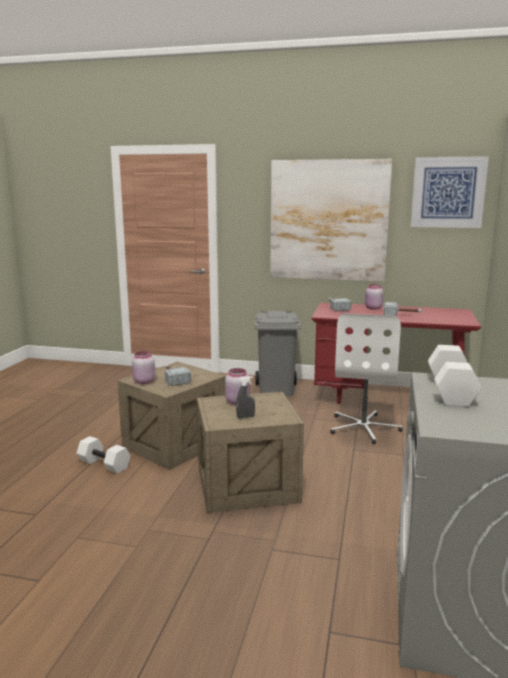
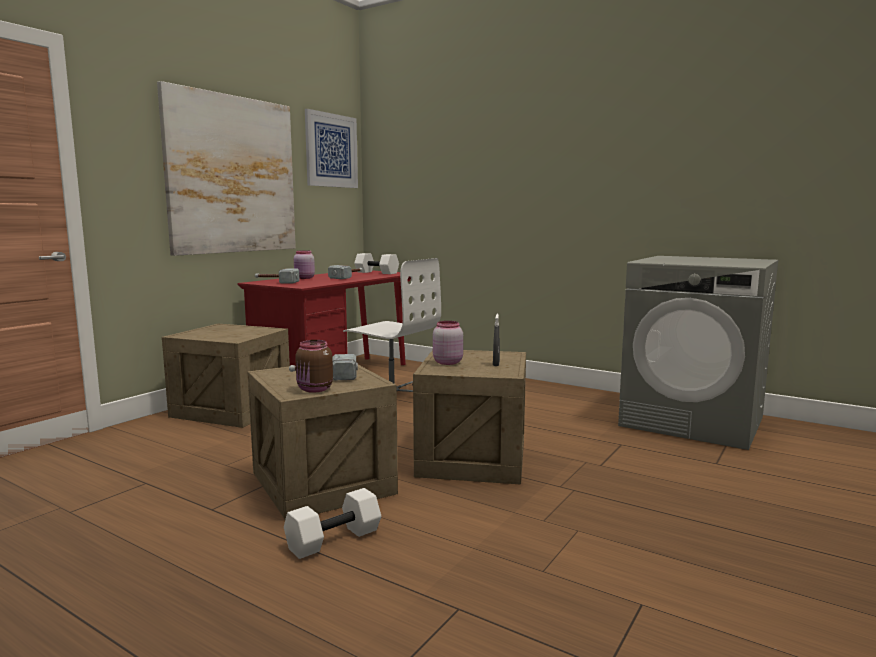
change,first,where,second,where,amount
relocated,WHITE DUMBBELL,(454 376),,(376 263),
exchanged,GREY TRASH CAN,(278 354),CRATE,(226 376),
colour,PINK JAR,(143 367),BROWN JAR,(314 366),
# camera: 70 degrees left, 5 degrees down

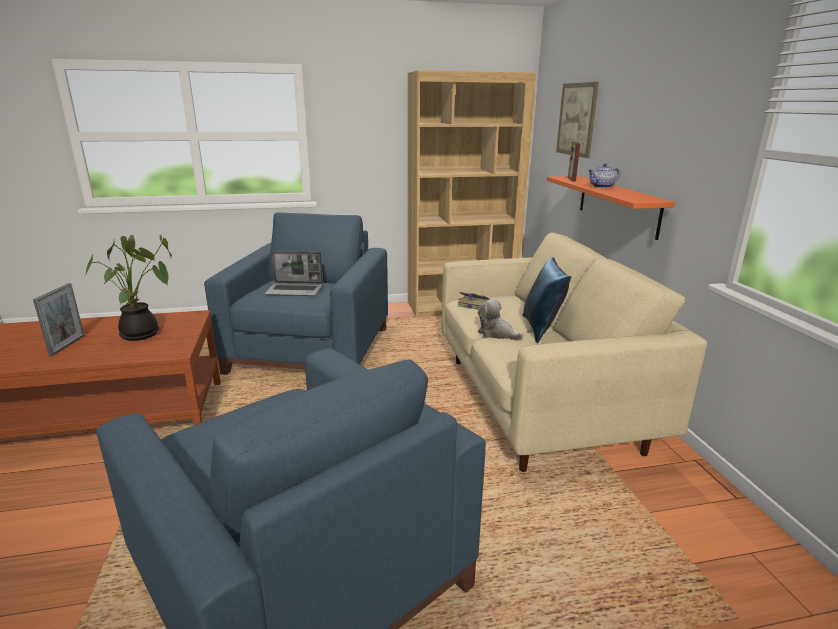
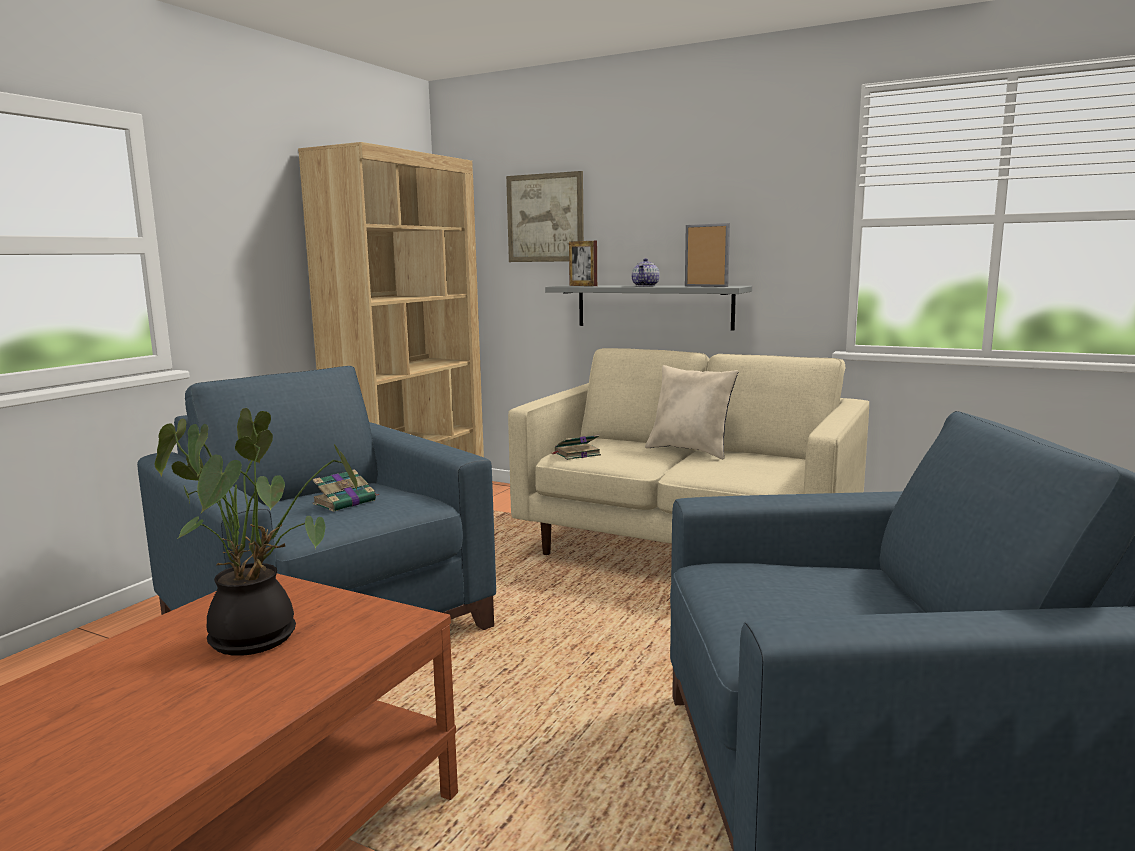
change,first,where,second,where,amount
missing,PLUSH TOY,(500 319),,,
relocated,PICTURE FRAME,(59 319),,(707 255),
exchanged,LAPTOP,(293 273),BOOK,(346 490),
colour,BLUE PILLOW,(547 300),BEIGE PILLOW,(691 412),
colour,ORANGE SHELF,(611 208),GREY SHELF,(648 307),
# camera: 50 degrees left, 10 degrees down

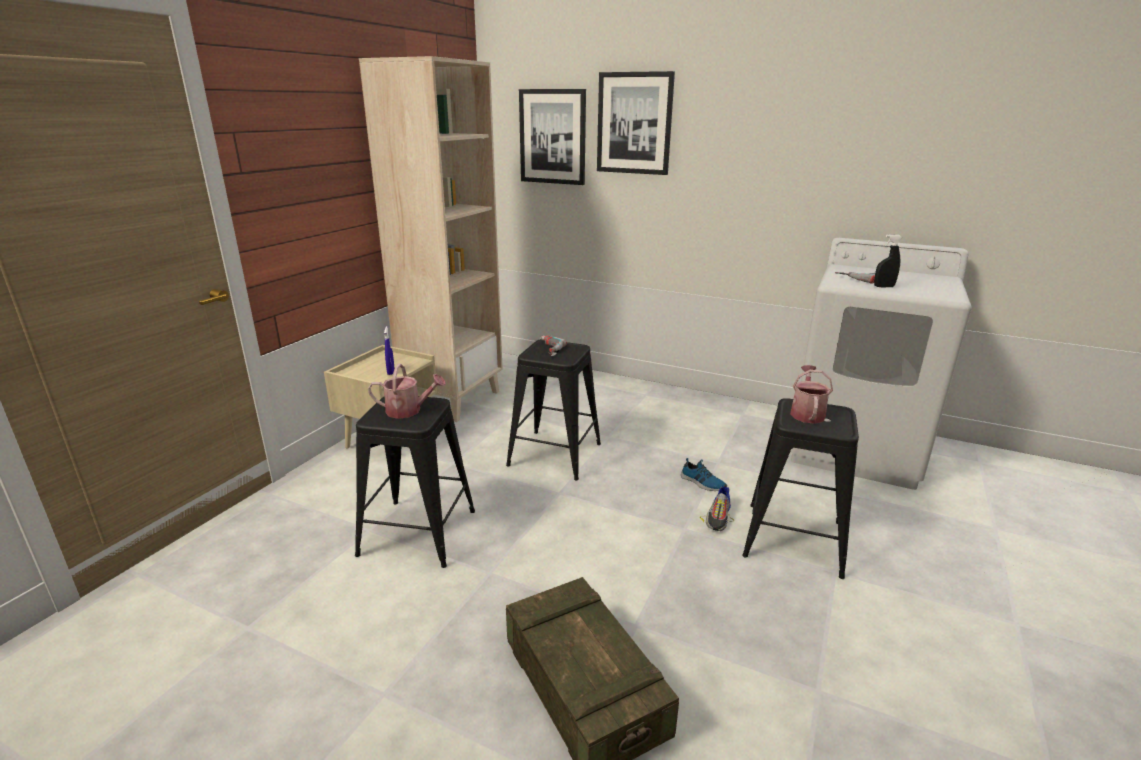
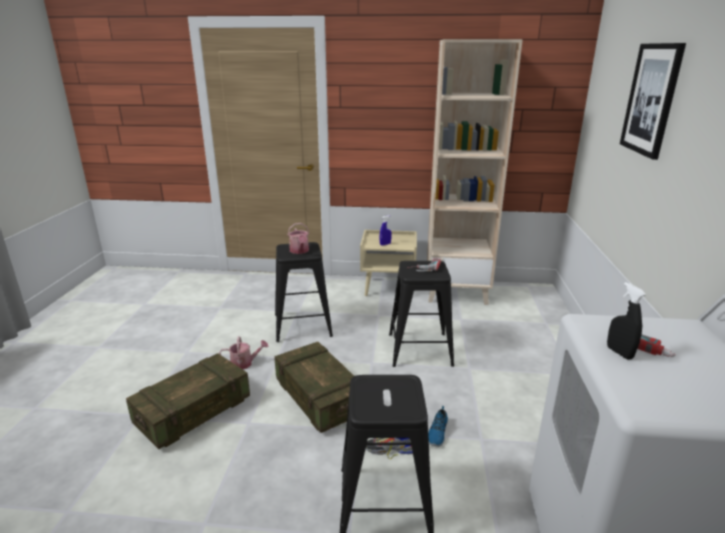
change,first,where,second,where,amount
missing,PICTURE,(552 137),,,
appeared,,,CRATE,(314 387),
relocated,WATERING CAN,(811 394),,(244 352),
# camera: 70 degrees right, 0 degrees up

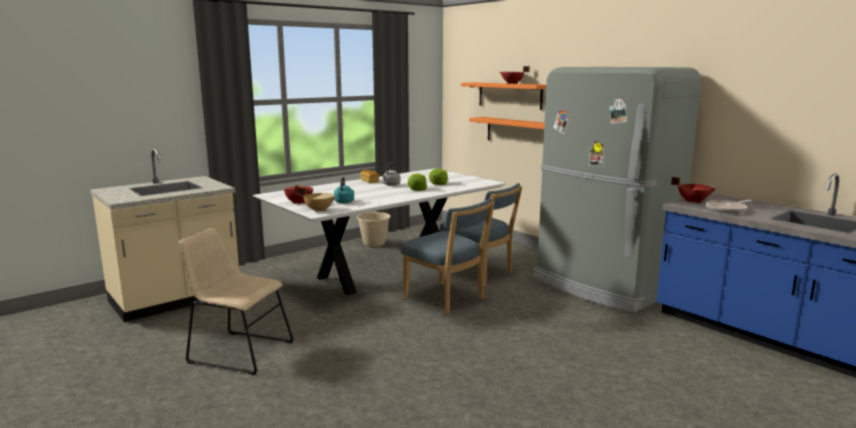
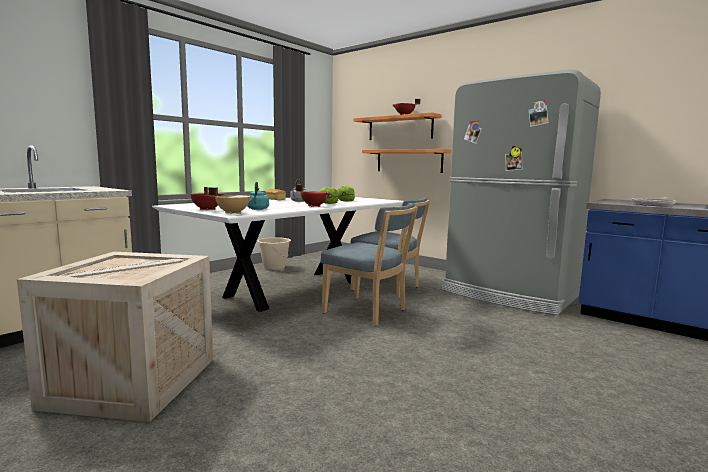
change,first,where,second,where,amount
relocated,RED COOKING POT,(693 190),,(313 196),
exchanged,BEIGE CHAIR,(236 301),CRATE,(115 337),
# camera: 10 degrees left, 5 degrees down

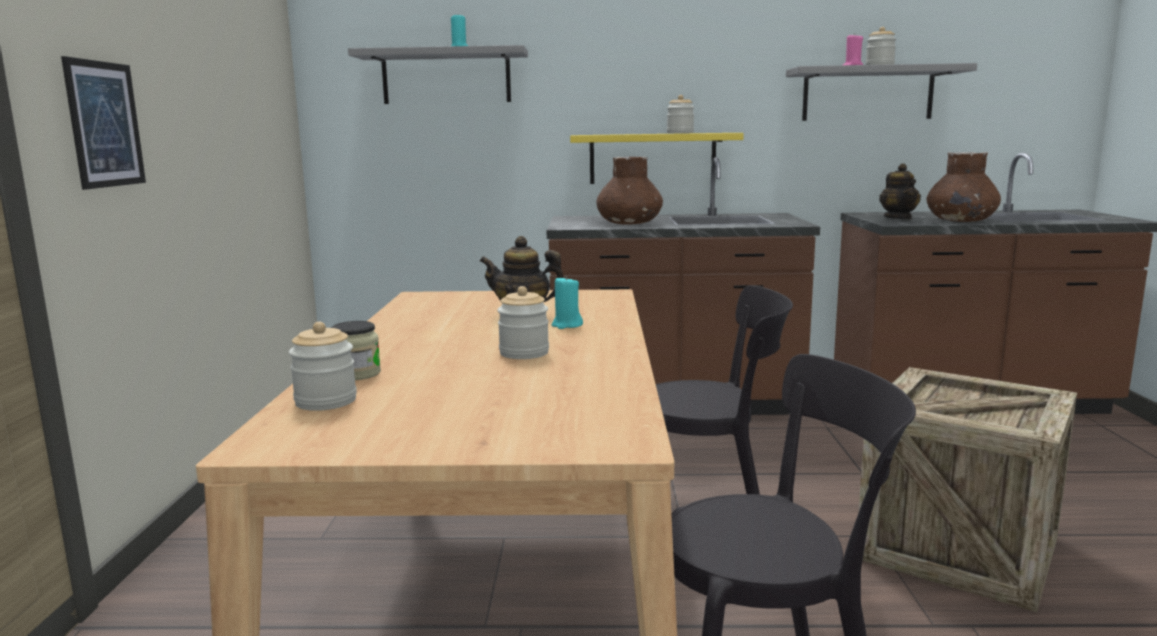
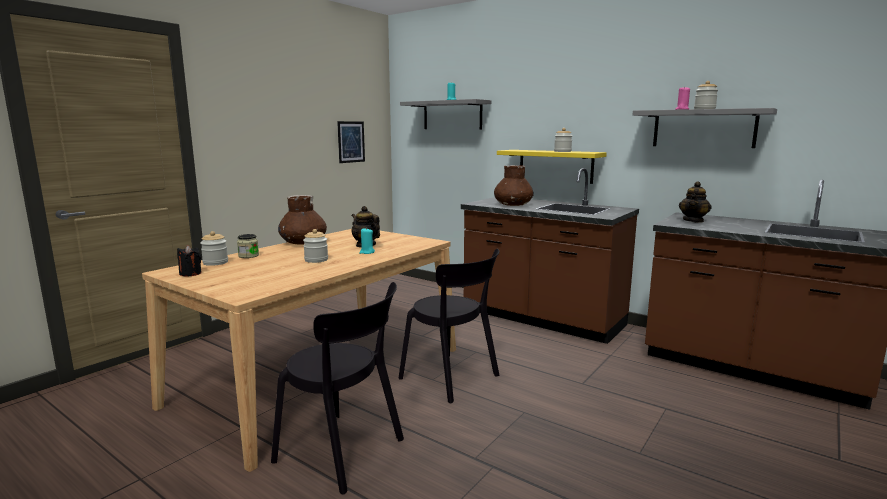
change,first,where,second,where,amount
missing,CRATE,(967 489),,,
appeared,,,BLACK CANDLE,(189 260),
relocated,PICTURE,(103 123),,(351 142),
relocated,BROWN VASE,(964 187),,(302 220),
# camera: 35 degrees right, 0 degrees up

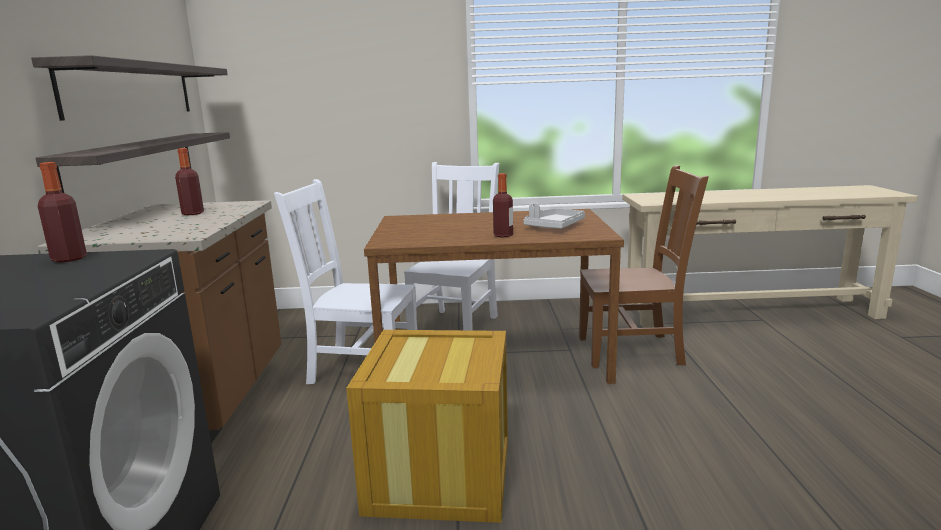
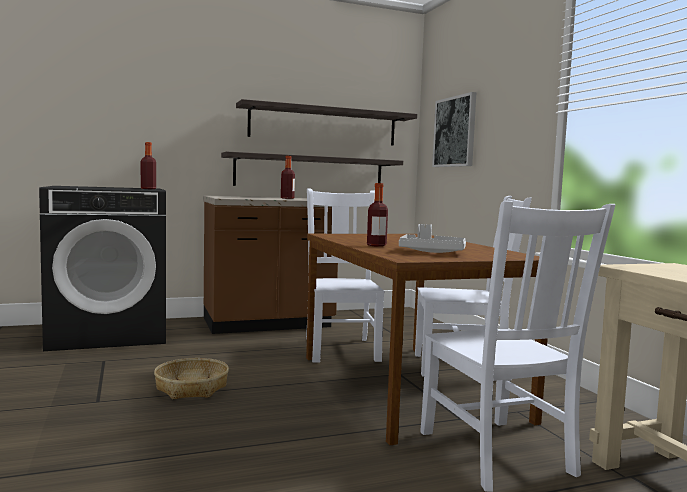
change,first,where,second,where,amount
appeared,,,PICTURE,(454 129),
exchanged,CRATE,(427 426),BASKET,(191 378),
colour,BROWN CHAIR,(644 266),WHITE CHAIR,(517 346),
# camera: 70 degrees right, 10 degrees down

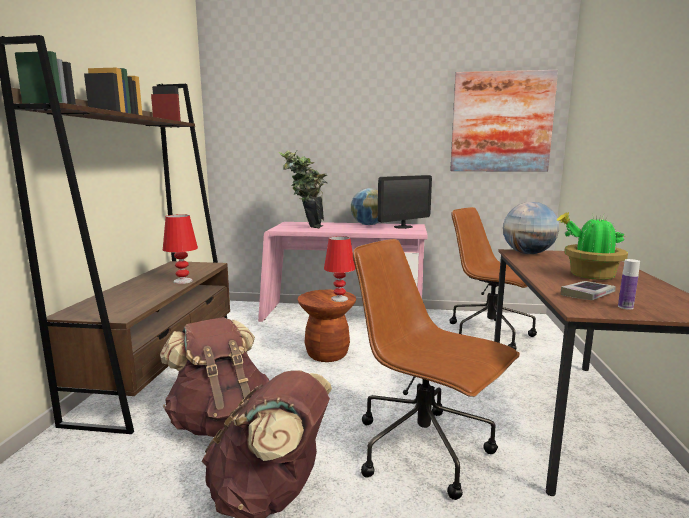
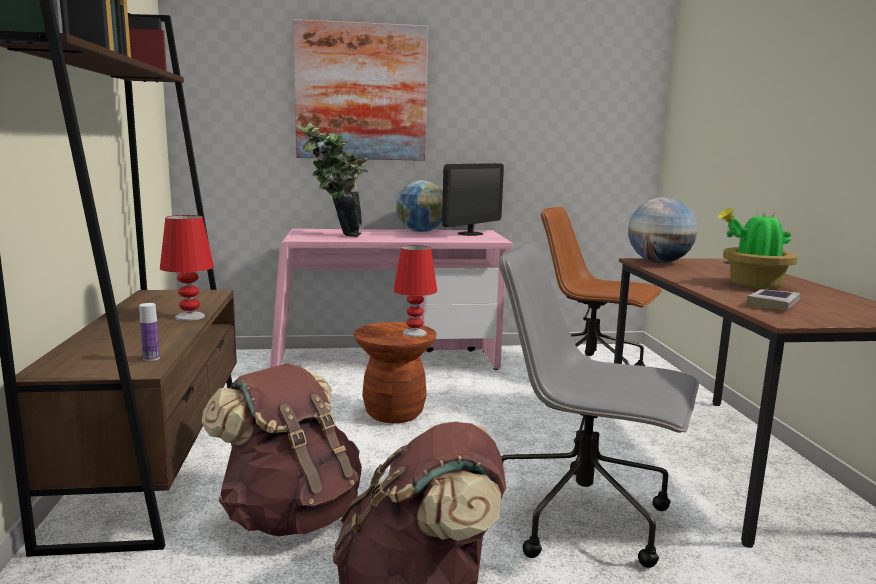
change,first,where,second,where,amount
relocated,PICTURE,(504 121),,(360 90),
relocated,BOTTLE,(629 284),,(149 332),
colour,BROWN OFFICE CHAIR,(436 369),GREY OFFICE CHAIR,(599 406),
# camera: 15 degrees left, 0 degrees up

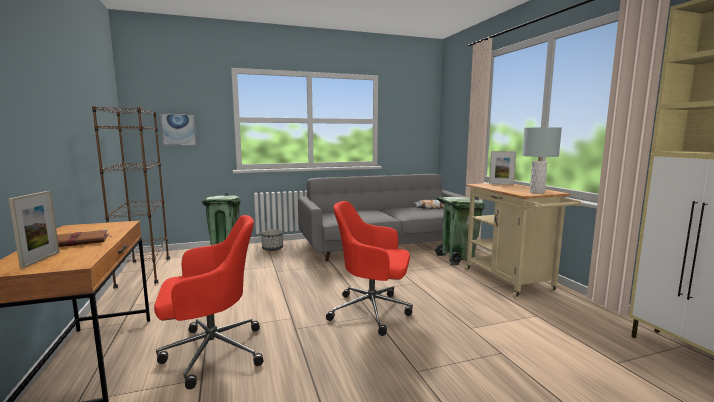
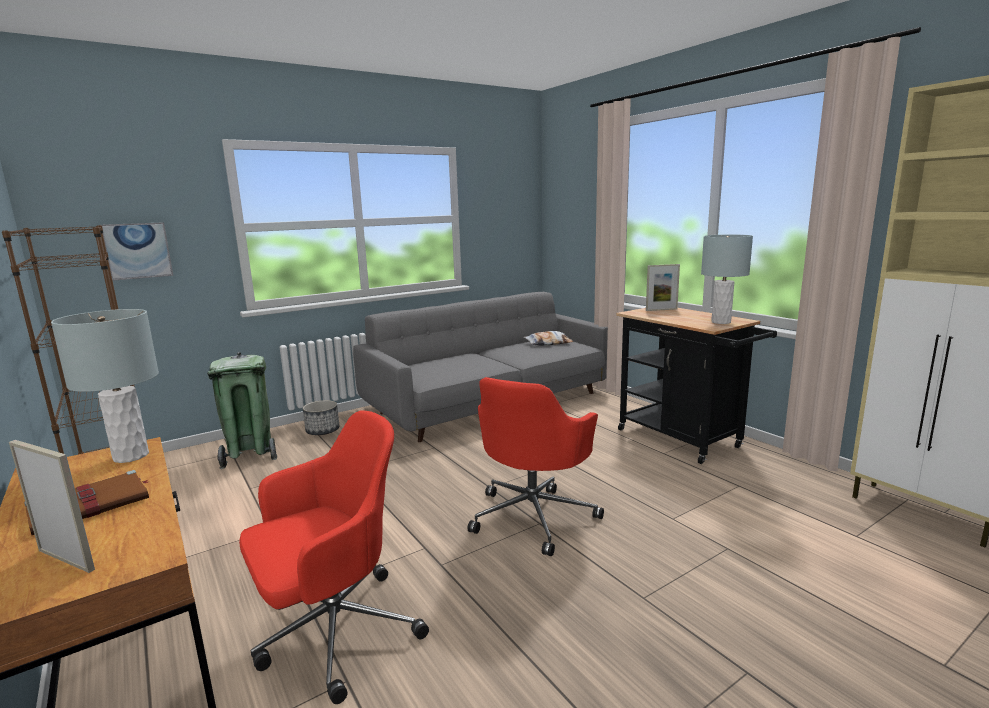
change,first,where,second,where,amount
missing,GREEN TRASH CAN,(460 231),,,
appeared,,,GREY TABLE LAMP,(105 386),
colour,BEIGE CART,(523 240),BLACK CART,(696 386),
spun,PICTURE FRAME,(34 229),,(52 506),45 degrees counterclockwise
spun,RED OFFICE CHAIR,(369 268),,(535 466),60 degrees counterclockwise
# camera: 15 degrees left, 5 degrees up

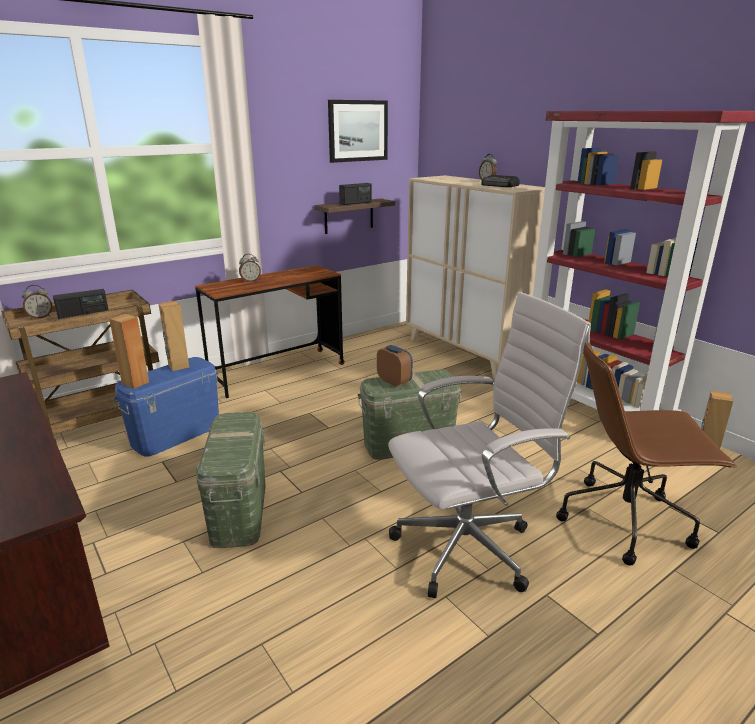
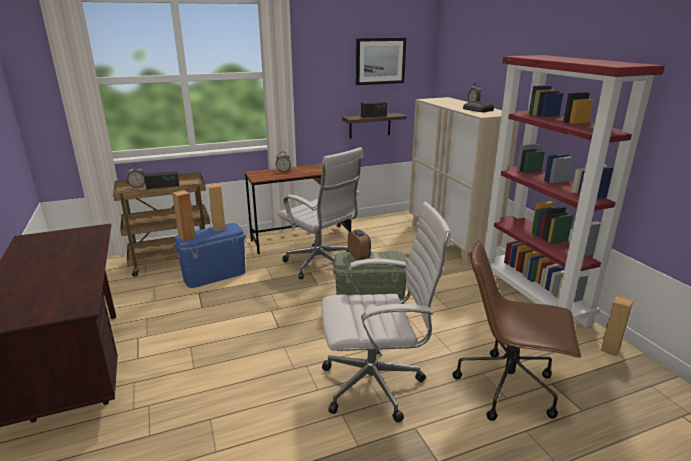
change,first,where,second,where,amount
missing,GREEN STORAGE BOX,(231 480),,,
appeared,,,WHITE OFFICE CHAIR,(320 213),
# camera: 15 degrees right, 0 degrees up

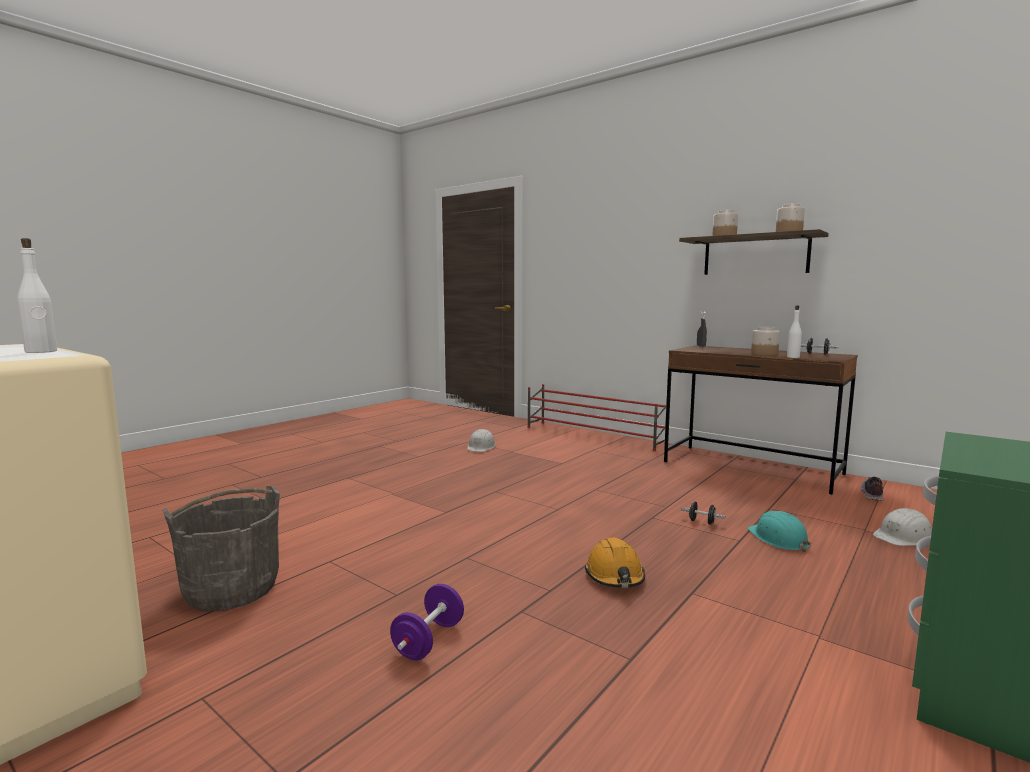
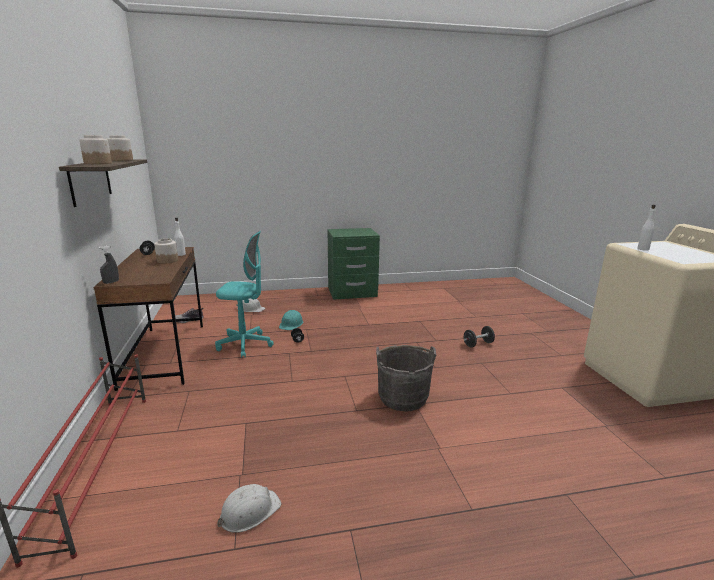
change,first,where,second,where,amount
missing,ORANGE HARD HAT,(615 563),,,
appeared,,,TURQUOISE OFFICE CHAIR,(244 294),
relocated,GREY BUCKET,(221 548),,(406 378),
colour,PURPLE DUMBBELL,(427 622),BLACK DUMBBELL,(479 336),
# camera: 140 degrees left, 10 degrees up

